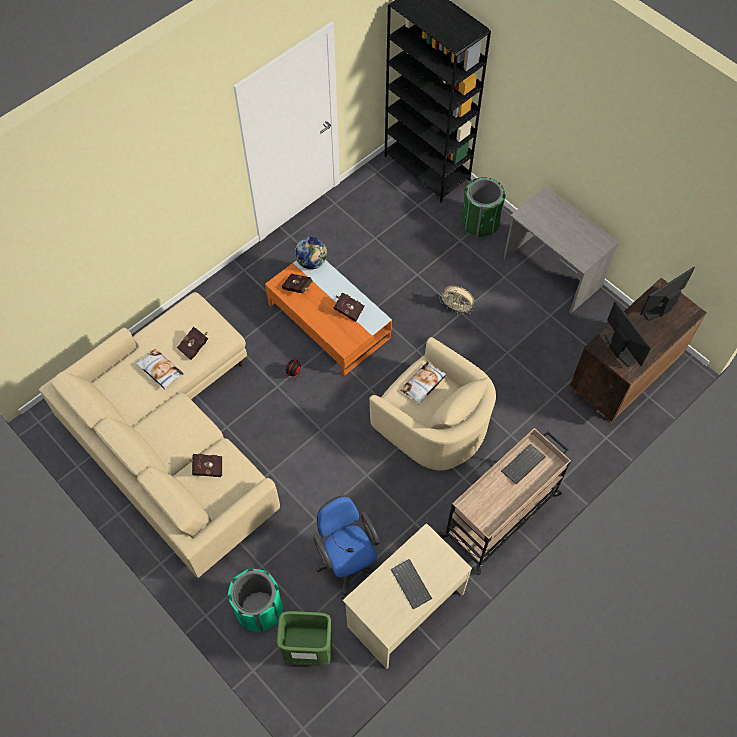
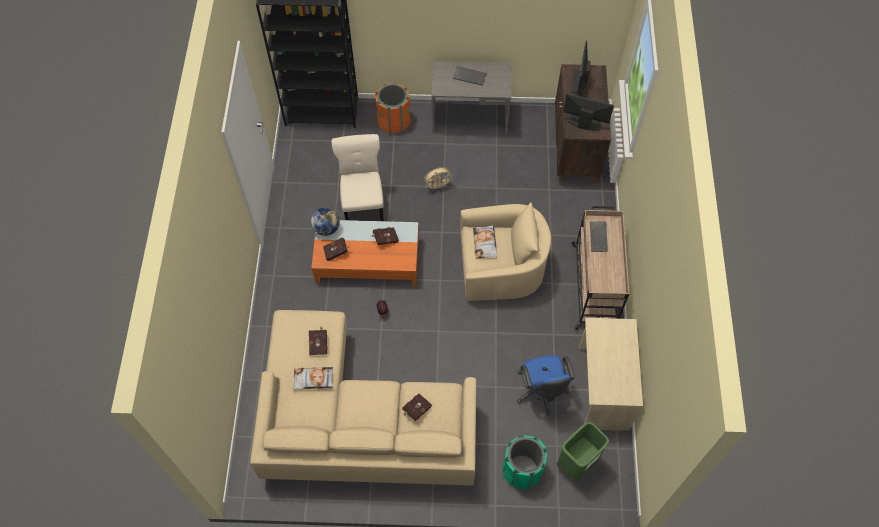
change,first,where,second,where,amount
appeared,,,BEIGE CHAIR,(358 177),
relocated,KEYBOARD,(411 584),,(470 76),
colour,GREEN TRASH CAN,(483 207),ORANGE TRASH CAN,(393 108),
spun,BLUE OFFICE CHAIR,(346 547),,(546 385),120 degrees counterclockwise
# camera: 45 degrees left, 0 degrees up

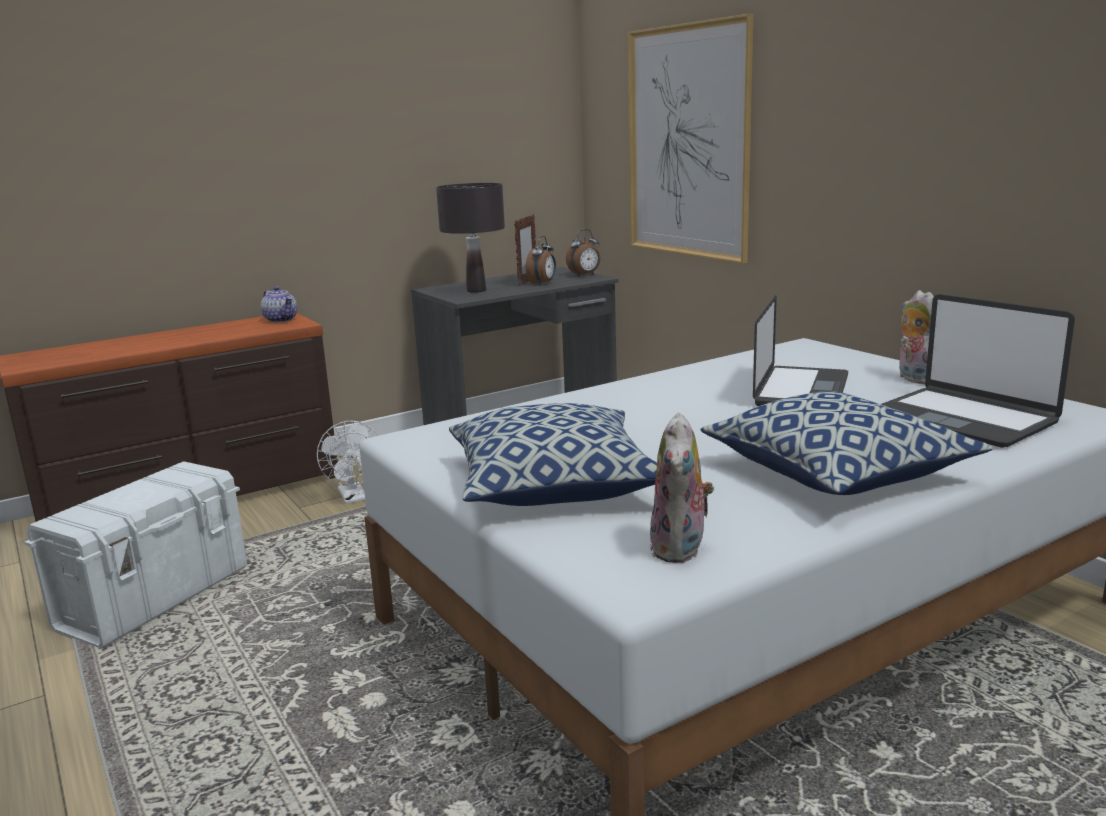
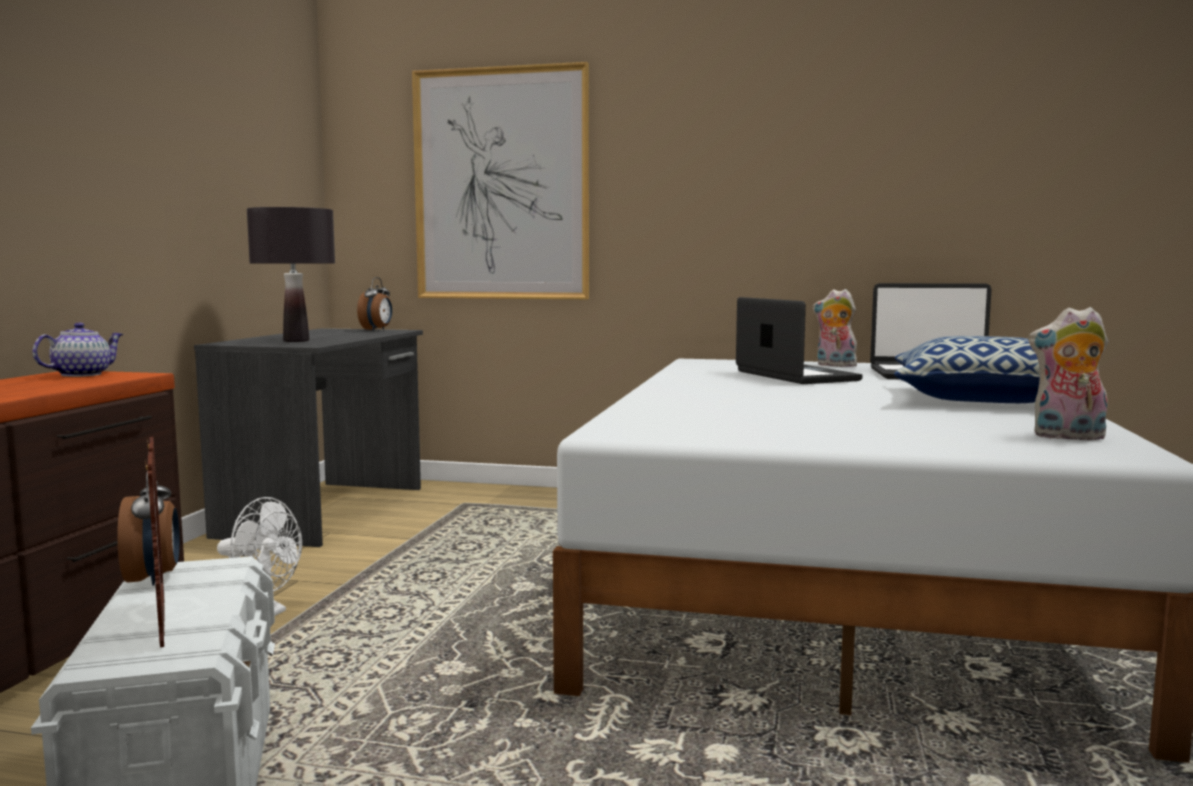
change,first,where,second,where,amount
missing,PILLOW,(553 454),,,
relocated,PICTURE FRAME,(525 250),,(155 542),
relocated,ALARM CLOCK,(541 261),,(148 528),
spun,TEAPOT,(279 304),,(78 349),60 degrees counterclockwise
spun,PLUSH TOY,(682 488),,(1068 373),135 degrees clockwise
# camera: 45 degrees left, 10 degrees down

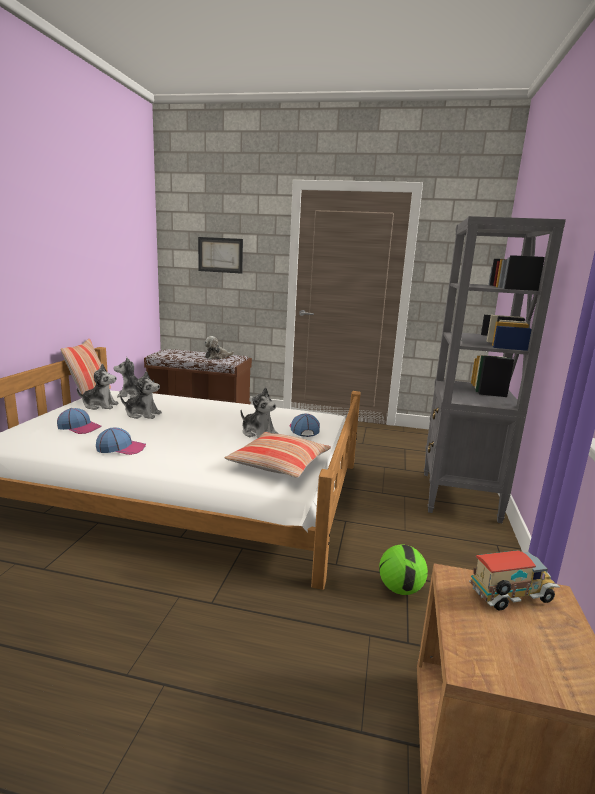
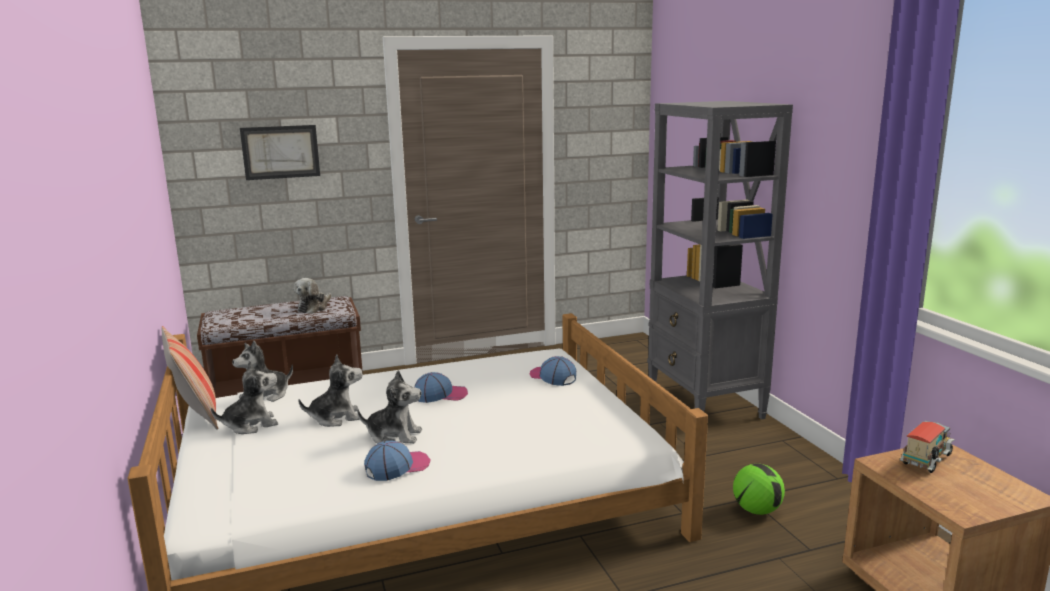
change,first,where,second,where,amount
missing,PILLOW,(277 455),,,
relocated,CAP,(79 421),,(441 387),
relocated,PLUSH TOY,(259 412),,(389 407),
# camera: 30 degrees left, 0 degrees up

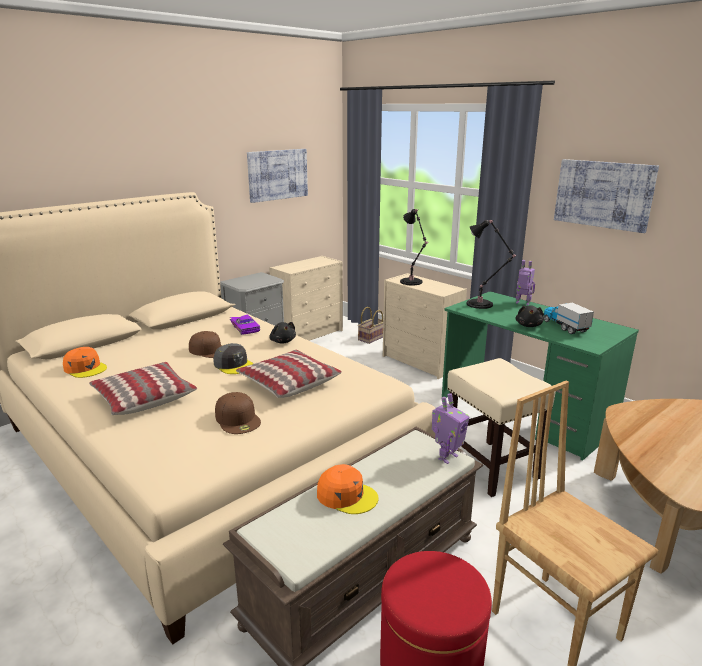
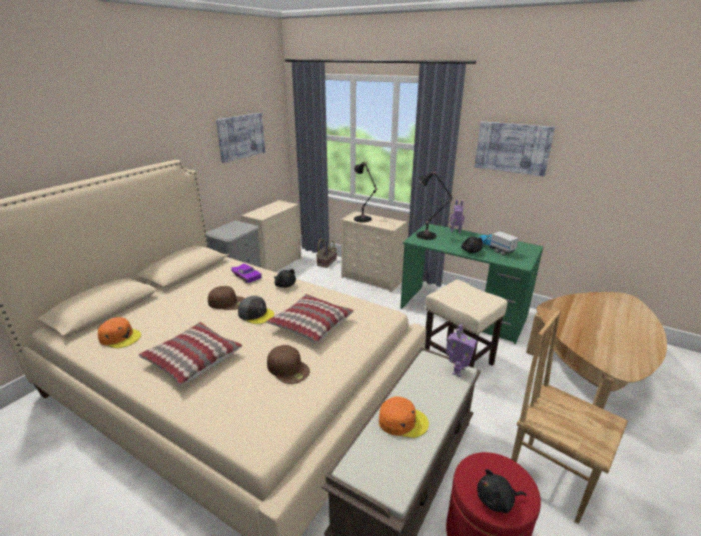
change,first,where,second,where,amount
appeared,,,BLACK PLUSH TOY,(501 491),
# camera: 15 degrees left, 5 degrees up

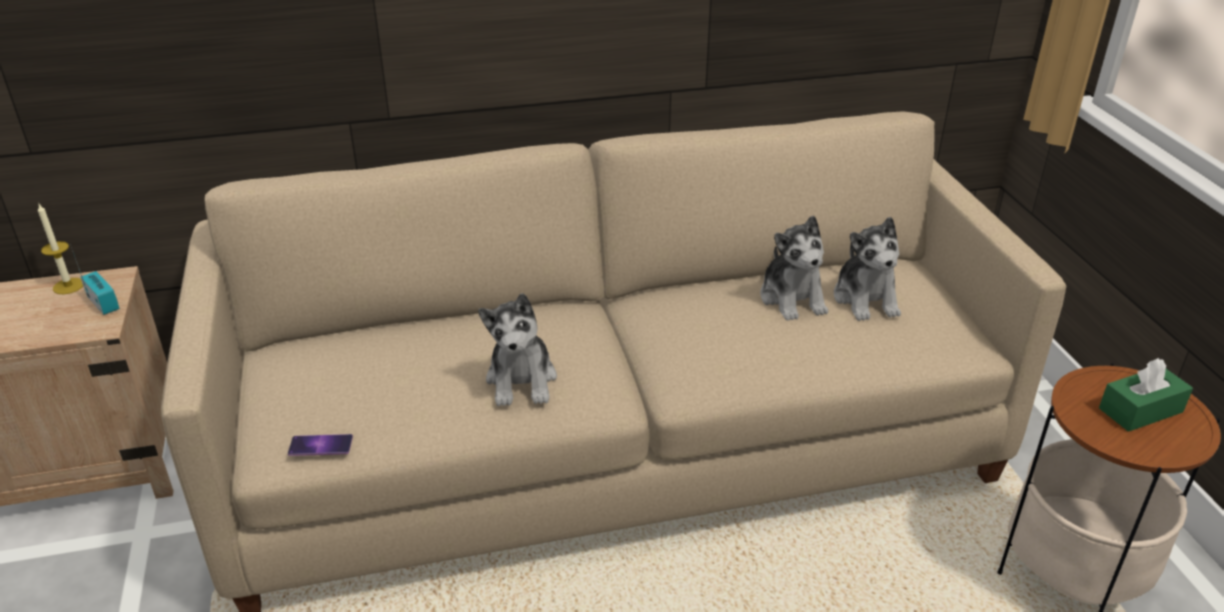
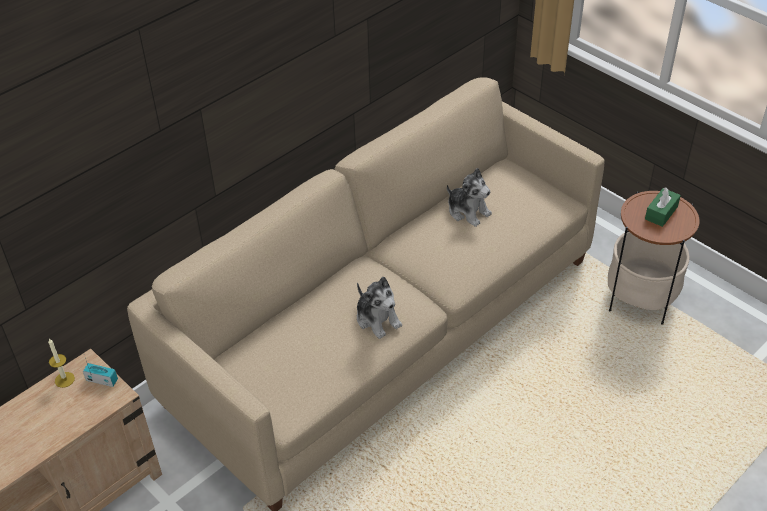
change,first,where,second,where,amount
missing,PHONE,(320 445),,,
missing,PLUSH TOY,(867 269),,,
# camera: 30 degrees left, 10 degrees up

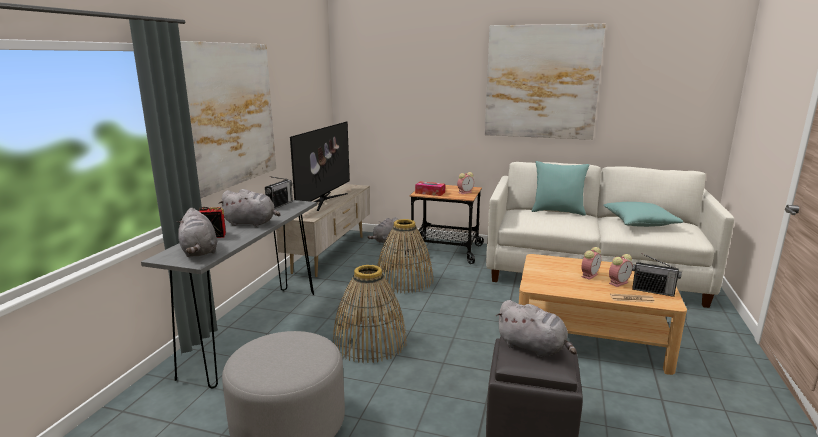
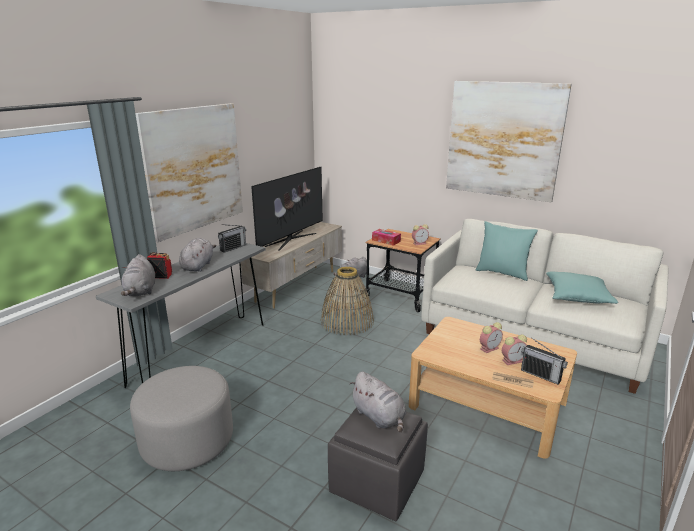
change,first,where,second,where,amount
missing,BASKET,(370 314),,,
spun,GREY PLUSH TOY,(249 208),,(198 255),105 degrees counterclockwise
# camera: 15 degrees right, 5 degrees up

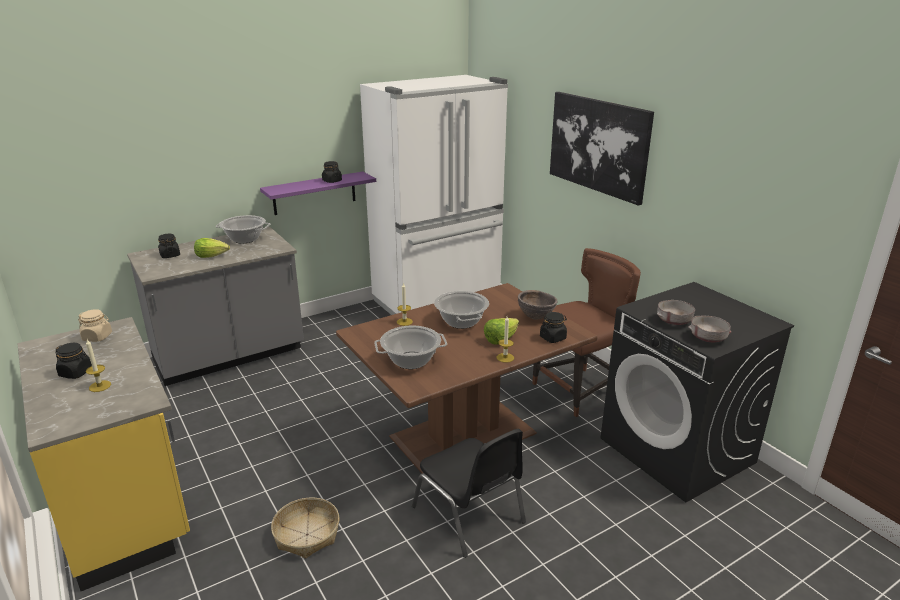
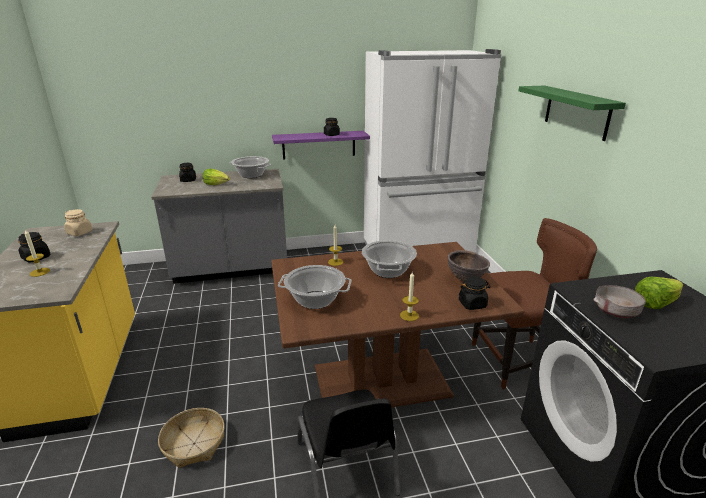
change,first,where,second,where,amount
missing,GREY BOWL,(709 329),,,
relocated,LETTUCE,(501 331),,(659 293),
exchanged,PICTURE,(602 148),GREEN SHELF,(572 113),
# camera: 20 degrees right, 0 degrees up

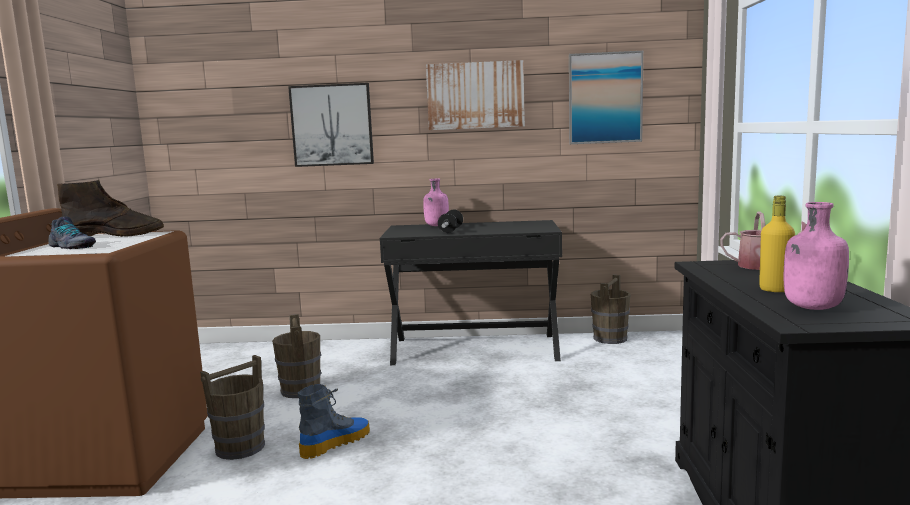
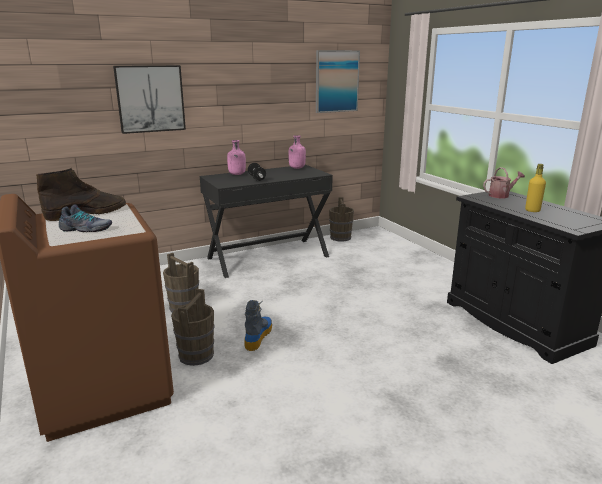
change,first,where,second,where,amount
missing,PICTURE,(475 95),,,
relocated,PINK BOTTLE,(816 256),,(297 152),
# camera: 30 degrees left, 10 degrees up

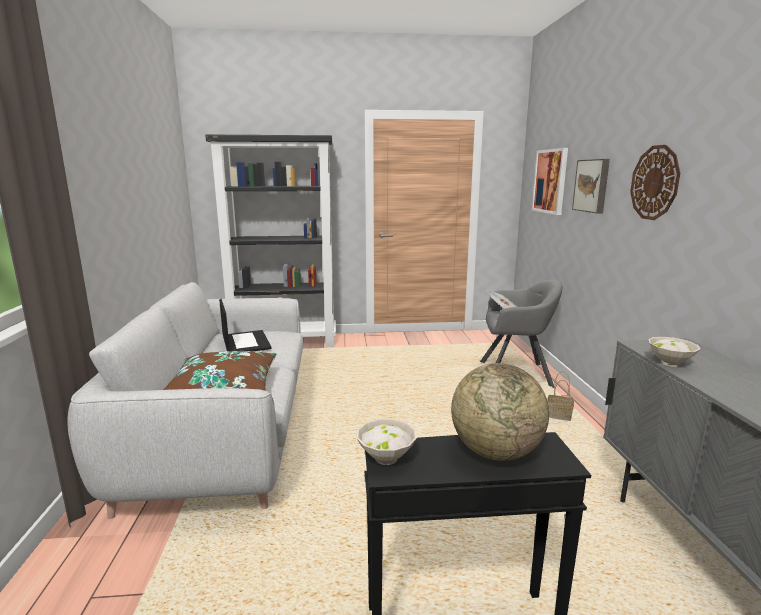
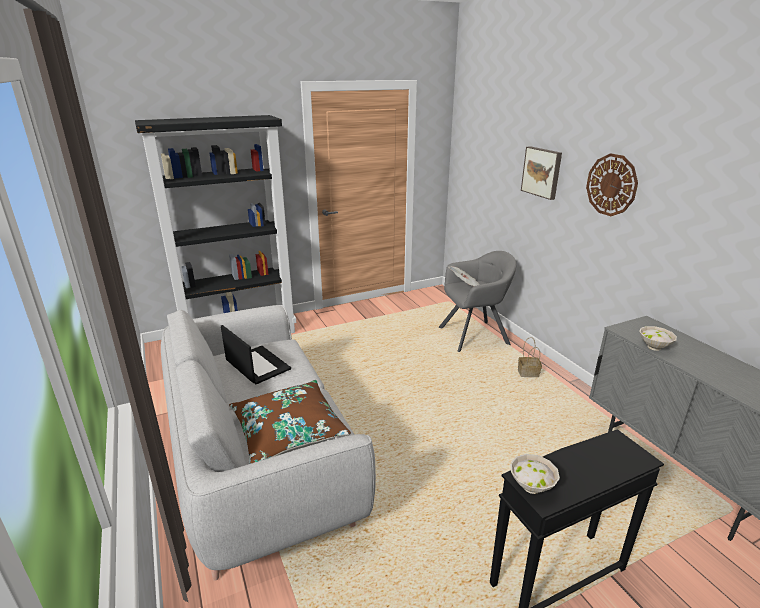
change,first,where,second,where,amount
missing,GLOBE,(500 412),,,
missing,PICTURE,(550 181),,,
# camera: 20 degrees left, 10 degrees up

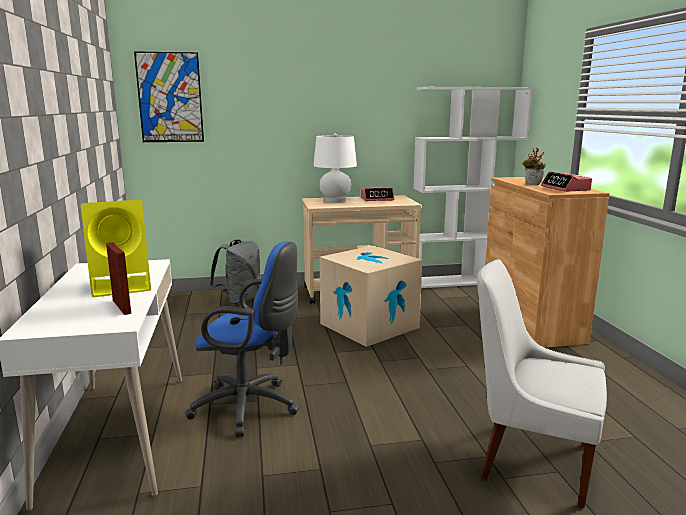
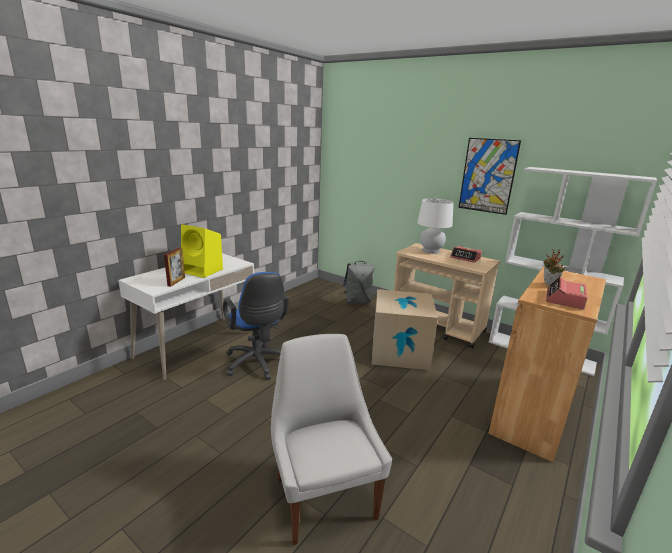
change,first,where,second,where,amount
relocated,PICTURE,(169 96),,(489 176),
# camera: 45 degrees right, 5 degrees up

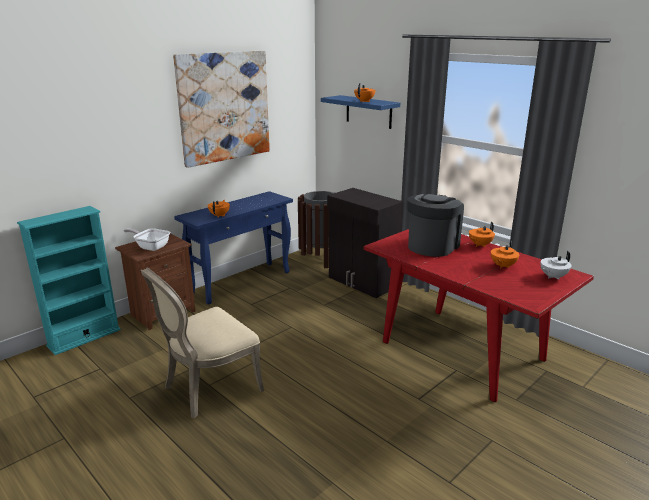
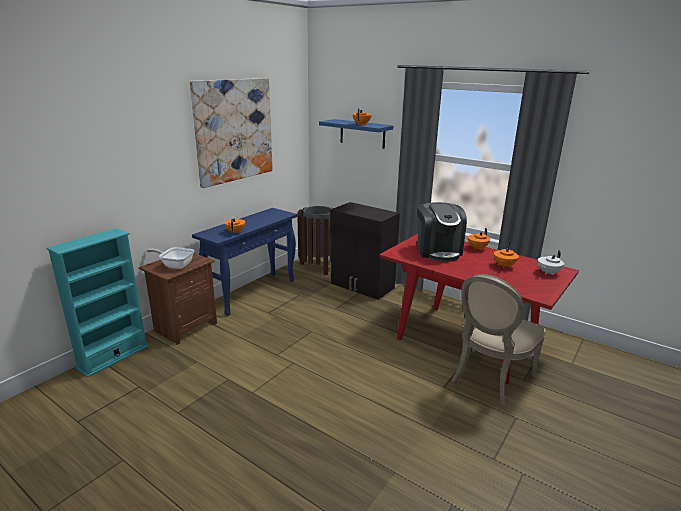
change,first,where,second,where,amount
relocated,BEIGE CHAIR,(202 343),,(498 339),
spun,COFFEE MACHINE,(435 225),,(442 232),150 degrees clockwise
# camera: 10 degrees left, 0 degrees up

